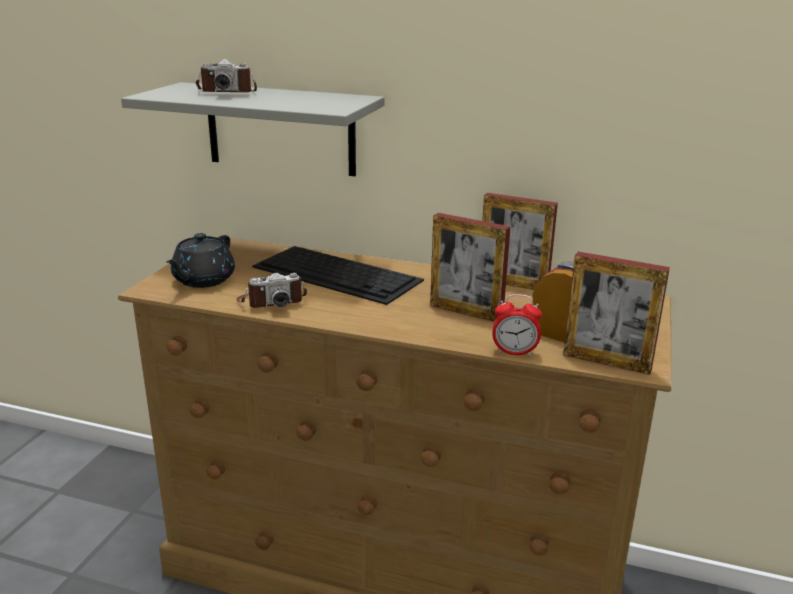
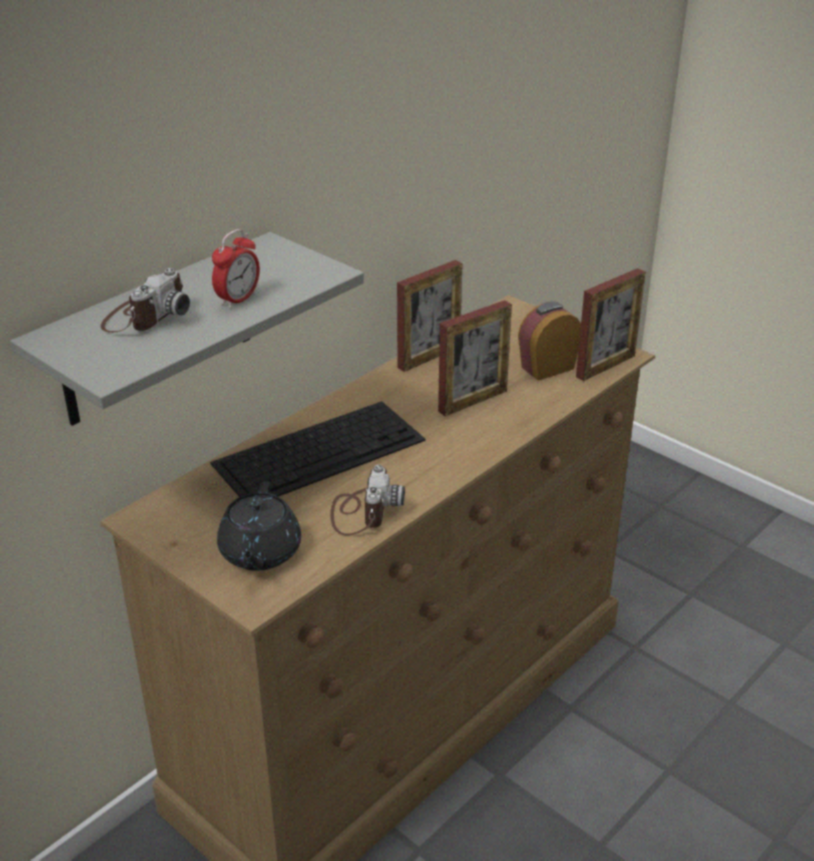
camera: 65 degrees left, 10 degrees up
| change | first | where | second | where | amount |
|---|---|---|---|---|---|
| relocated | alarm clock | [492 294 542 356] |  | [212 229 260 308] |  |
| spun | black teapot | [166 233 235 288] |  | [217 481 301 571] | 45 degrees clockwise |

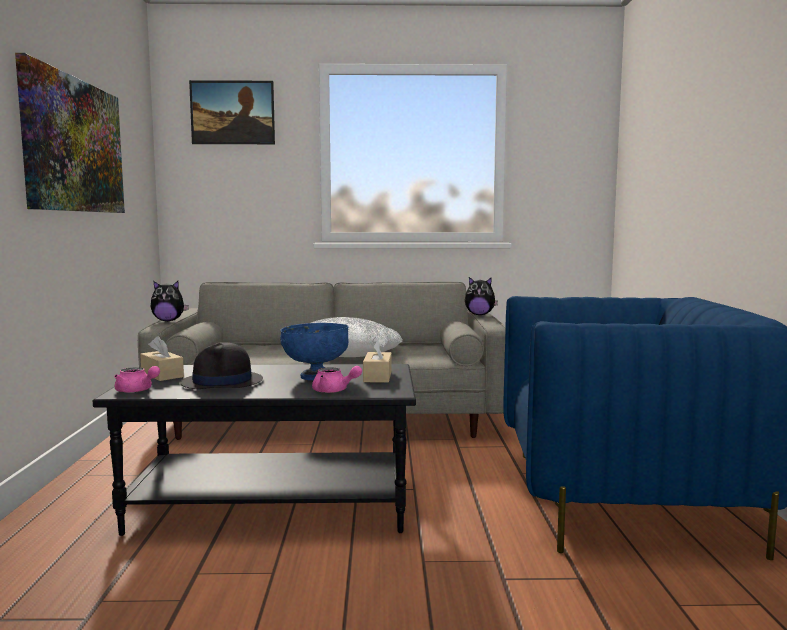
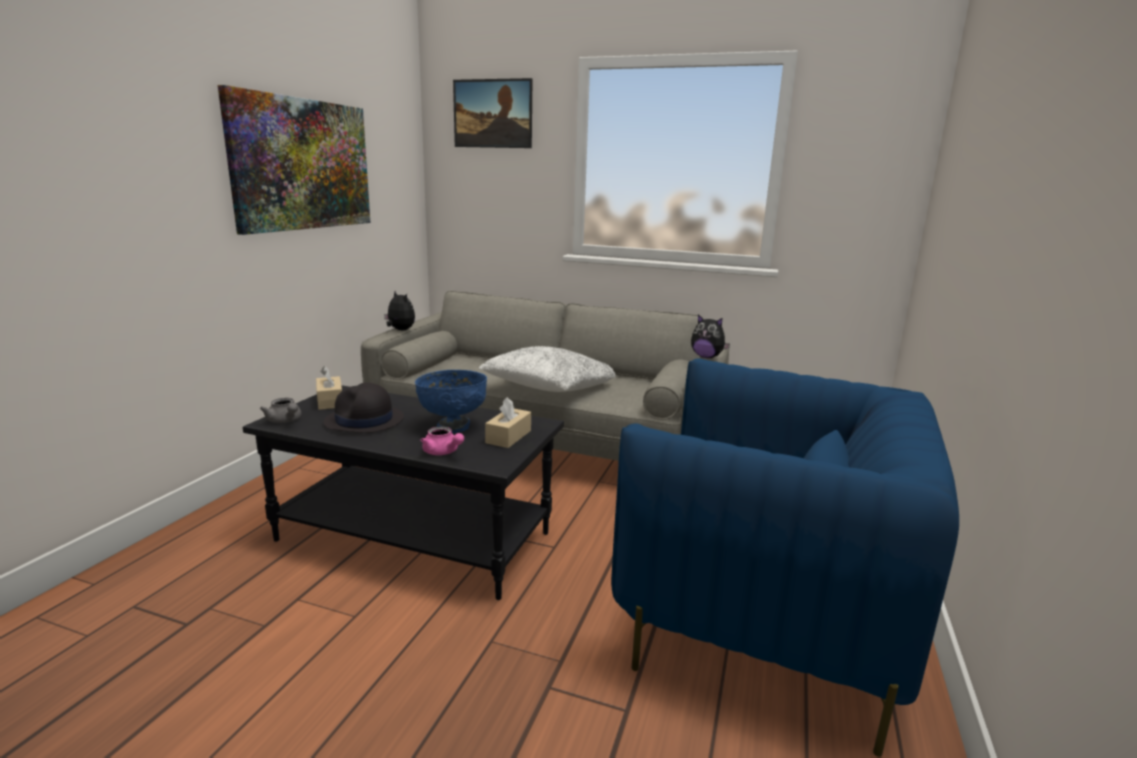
camera: 20 degrees right, 10 degrees up
| change | first | where | second | where | amount |
|---|---|---|---|---|---|
| colour | pink teapot | [114 366 160 393] | grey teapot | [260 398 301 423] |  |
| spun | plush toy | [150 281 189 321] |  | [384 291 415 330] | 150 degrees counterclockwise |

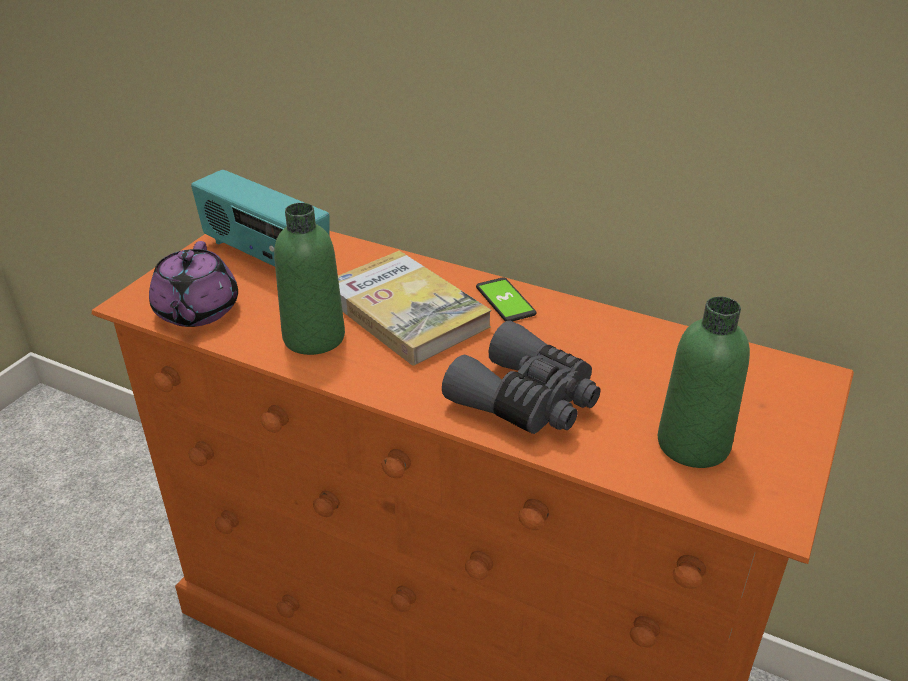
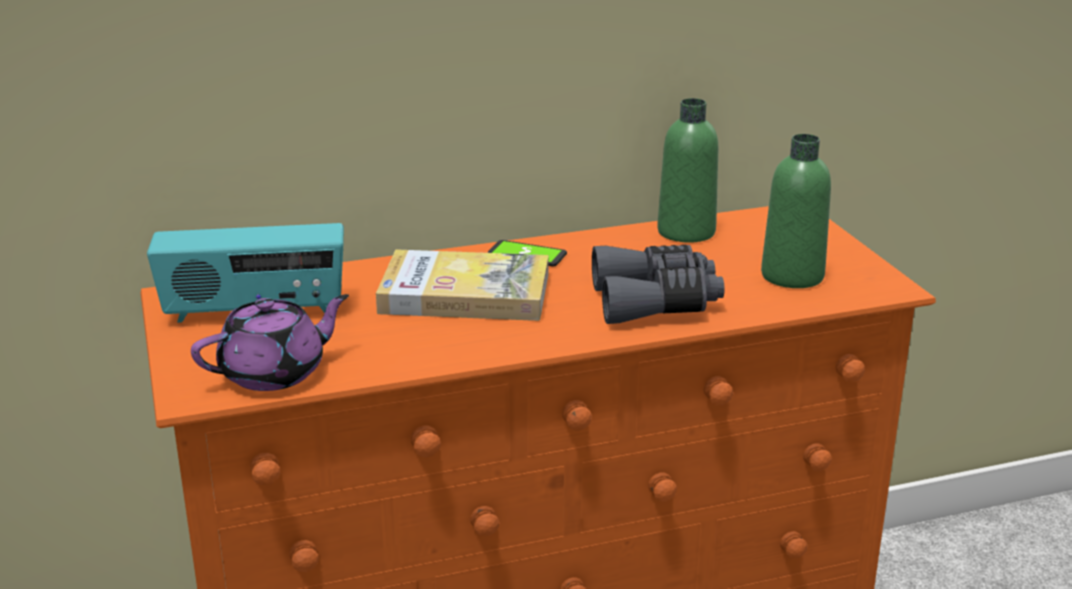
camera: 45 degrees left, 10 degrees down
| change | first | where | second | where | amount |
|---|---|---|---|---|---|
| spun | purple teapot | [149 241 238 327] |  | [191 294 349 391] | 75 degrees counterclockwise |
| relocated | green bottle | [274 203 345 355] |  | [657 98 718 243] |  |

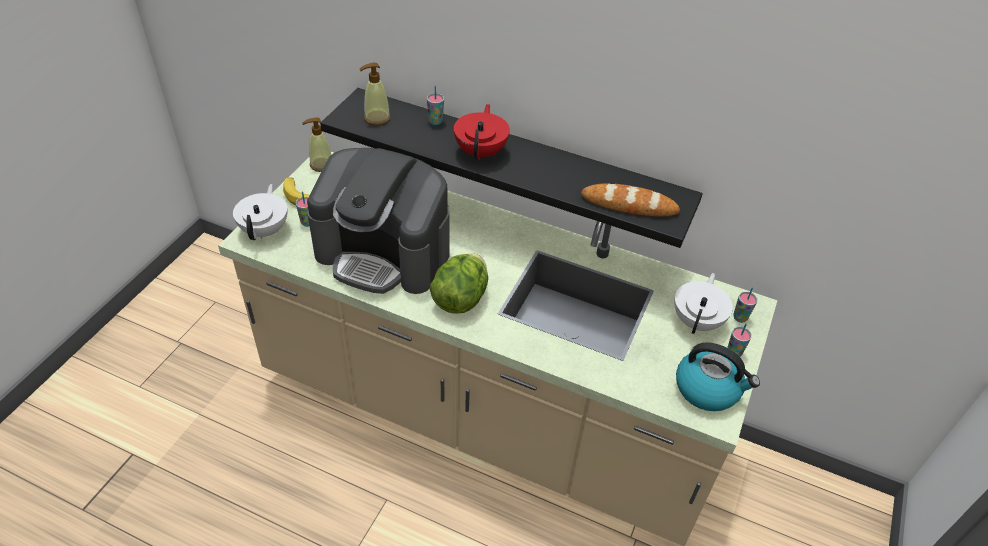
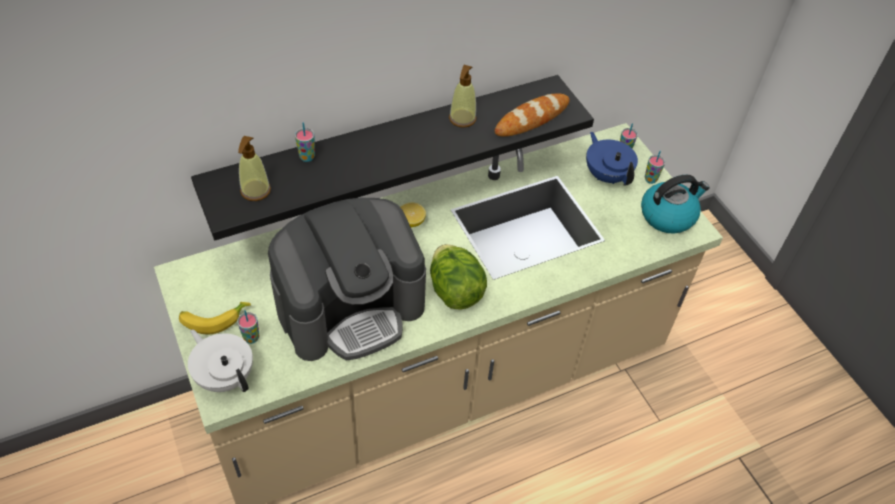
camera: 50 degrees left, 5 degrees up
| change | first | where | second | where | amount |
|---|---|---|---|---|---|
| appeared |  |  | lemon | [400 203 426 227] |  |
| relocated | soap dispenser | [302 117 331 172] |  | [449 65 477 128] |  |
| colour | white teapot | [674 273 733 334] | blue teapot | [586 132 638 186] |  |
| missing | red teapot | [454 104 510 160] |  |  |  |

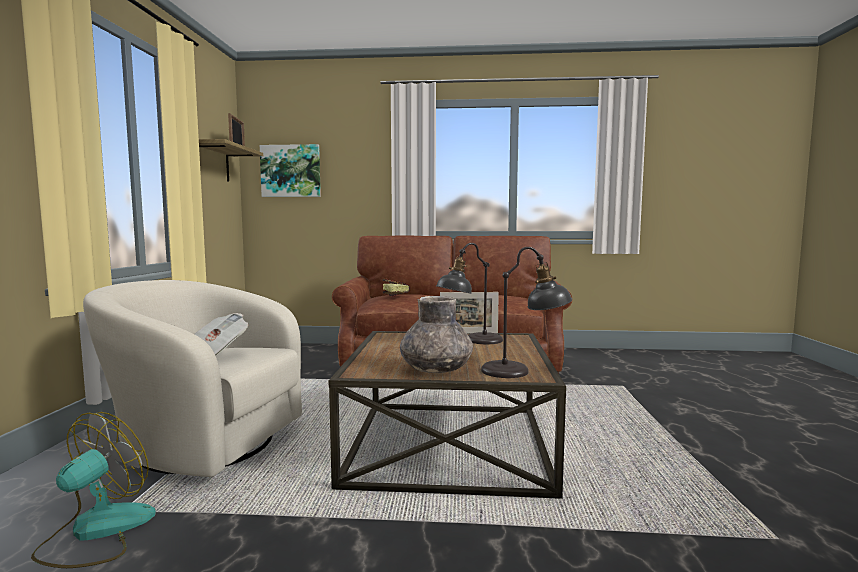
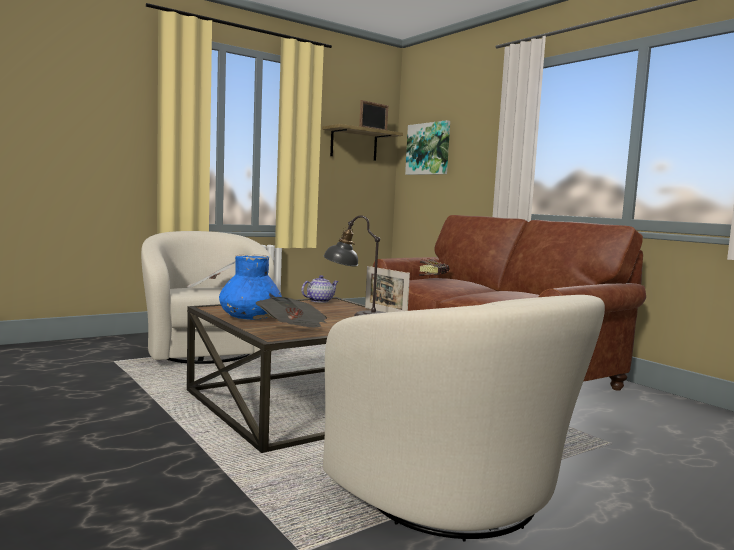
camera: 50 degrees right, 0 degrees up
| change | first | where | second | where | amount |
|---|---|---|---|---|---|
| colour | grey vase | [400 296 473 373] | blue vase | [219 255 282 320] |  |
| exchanged | grey table lamp | [481 247 572 378] | newspaper | [255 297 327 327] |  |
| appeared |  |  | teapot | [301 275 339 303] |  |
| appeared |  |  | beige armchair | [323 295 605 542] |  |
| missing | fan | [31 412 156 568] |  |  |  |

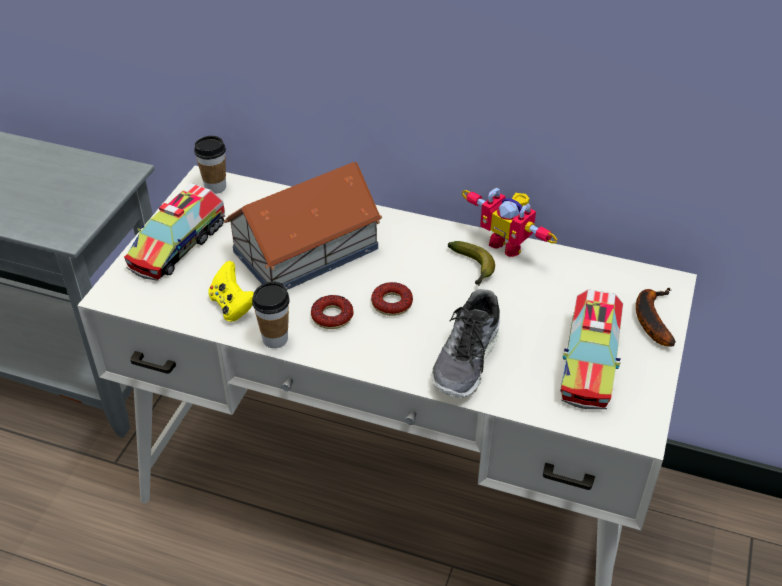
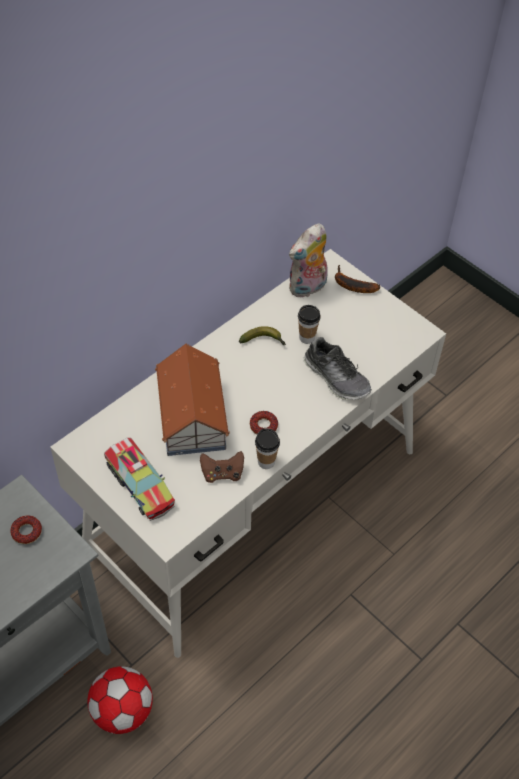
camera: 65 degrees left, 10 degrees up
| change | first | where | second | where | amount |
|---|---|---|---|---|---|
| relocated | donut | [371 282 413 316] |  | [10 515 42 544] |  |
| appeared |  |  | football | [87 666 153 734] |  |
| colour | yellow game controller | [208 261 254 322] | brown game controller | [200 451 244 483] |  |
| appeared |  |  | plush toy | [289 224 328 298] |  |
| relocated | cup | [194 136 226 194] |  | [298 305 321 344] |  |
| missing | toy robot | [462 188 557 257] |  |  |  |
| missing | toy truck | [560 289 623 409] |  |  |  |

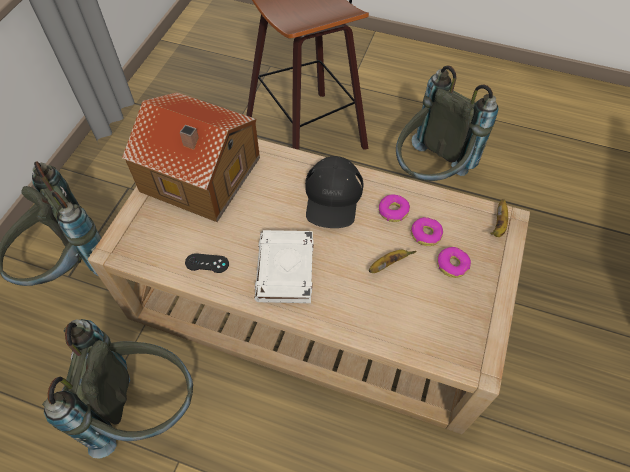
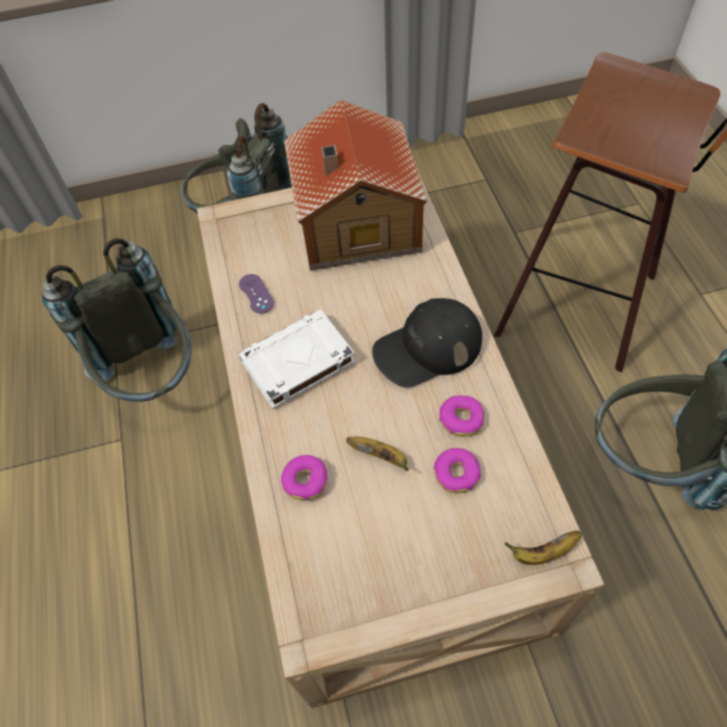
camera: 60 degrees right, 0 degrees up
| change | first | where | second | where | amount |
|---|---|---|---|---|---|
| colour | black game controller | [185 253 229 273] | purple game controller | [239 274 274 314] |  |
| relocated | donut | [437 247 471 278] |  | [281 455 327 500] |  |

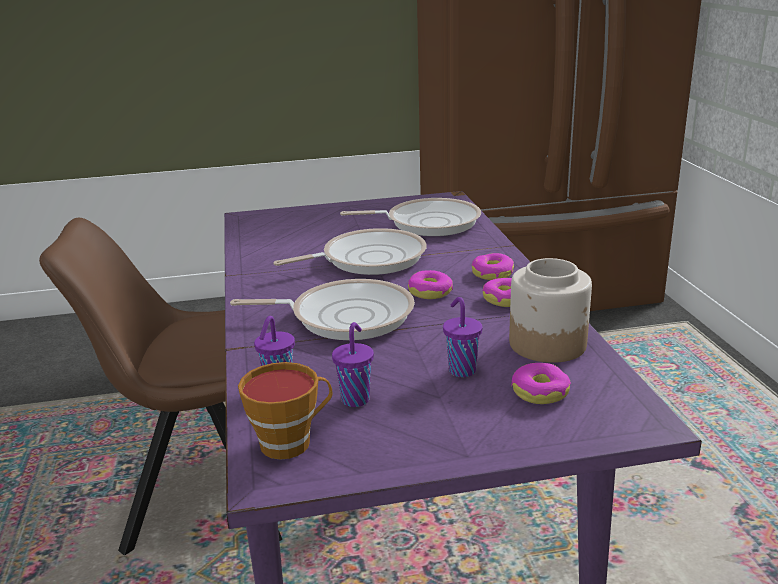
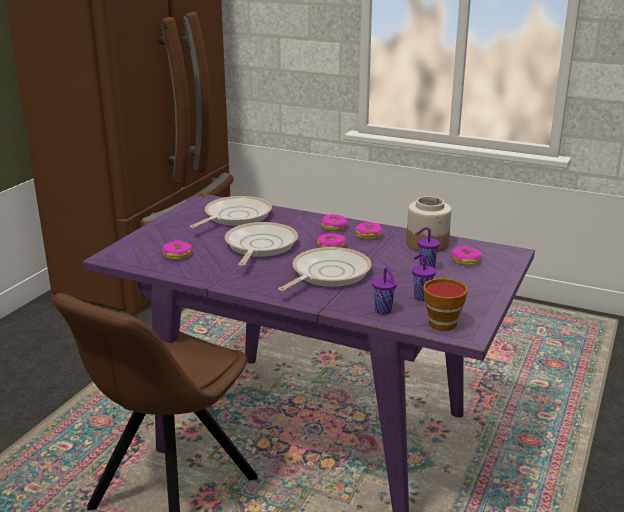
camera: 55 degrees left, 0 degrees up
| change | first | where | second | where | amount |
|---|---|---|---|---|---|
| appeared |  |  | donut | [162 241 192 260] |  |

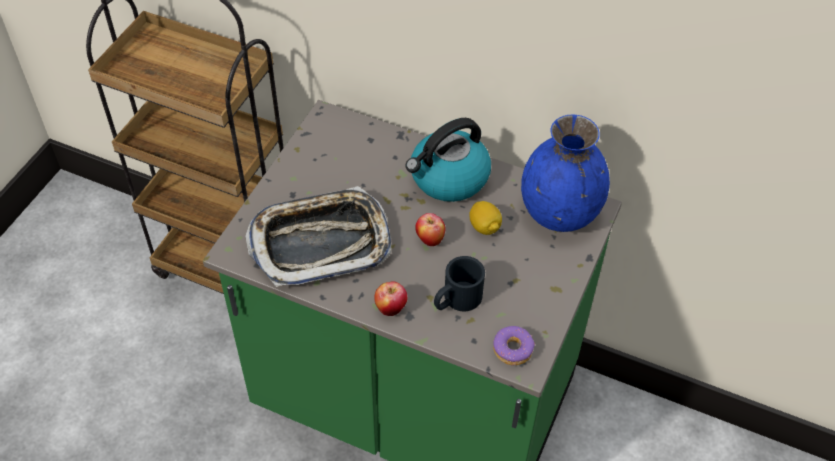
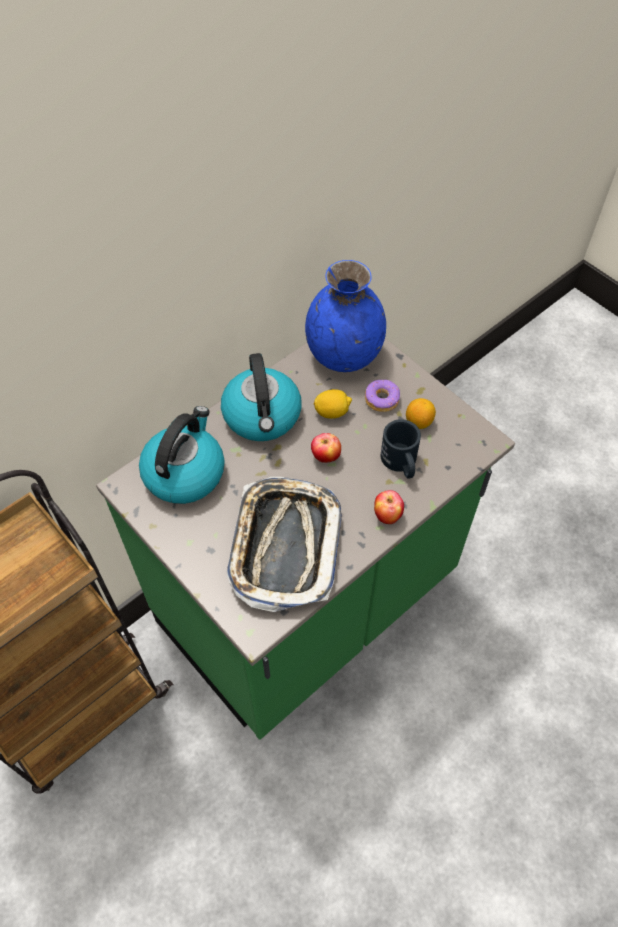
camera: 65 degrees left, 5 degrees up
| change | first | where | second | where | amount |
|---|---|---|---|---|---|
| appeared |  |  | kettle | [139 406 225 504] |  |
| relocated | donut | [493 326 535 366] |  | [365 380 400 412] |  |
| appeared |  |  | lemon | [406 398 436 429] |  |

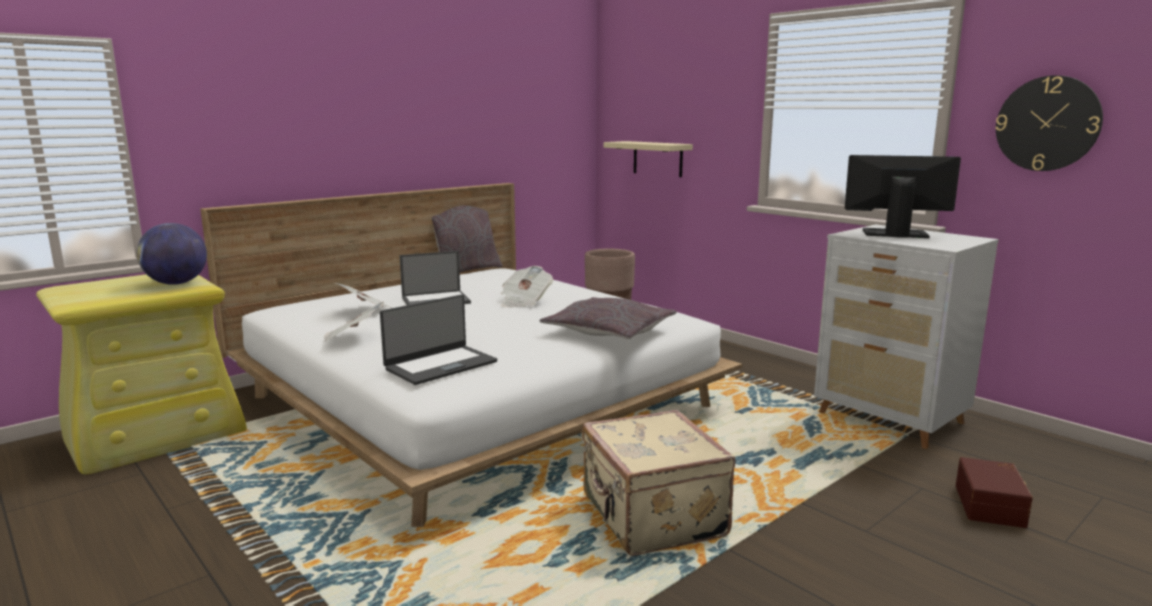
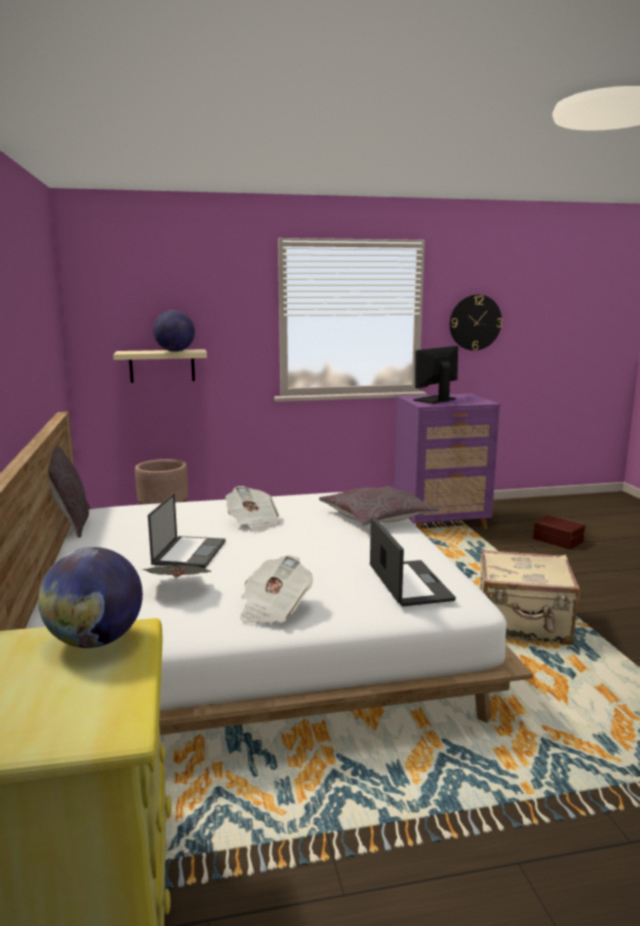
camera: 60 degrees left, 0 degrees up
| change | first | where | second | where | amount |
|---|---|---|---|---|---|
| appeared |  |  | globe | [153 310 195 352] |  |
| colour | white dresser | [814 224 999 449] | purple dresser | [394 394 500 529] |  |

